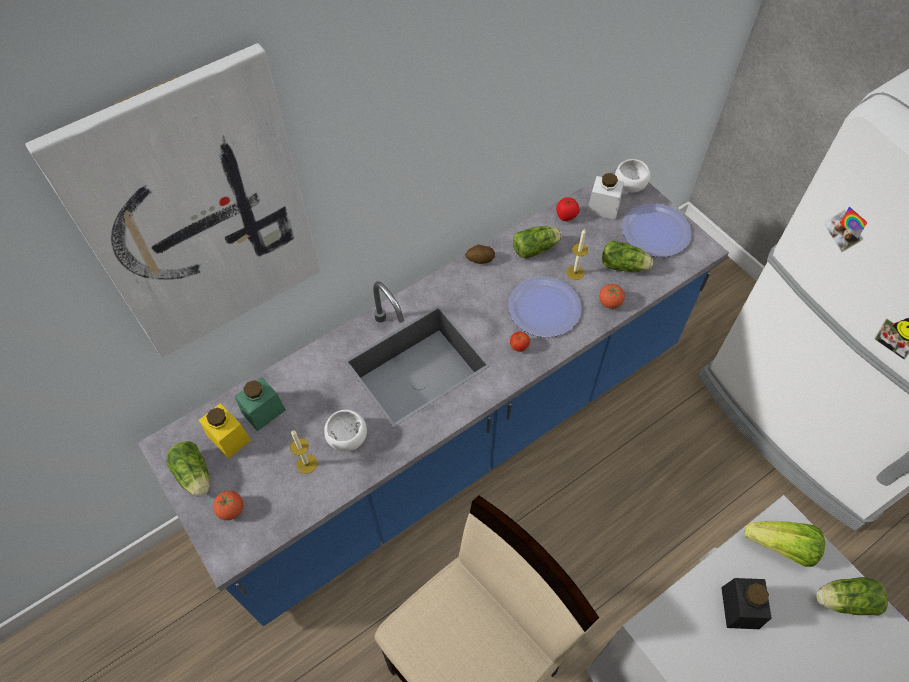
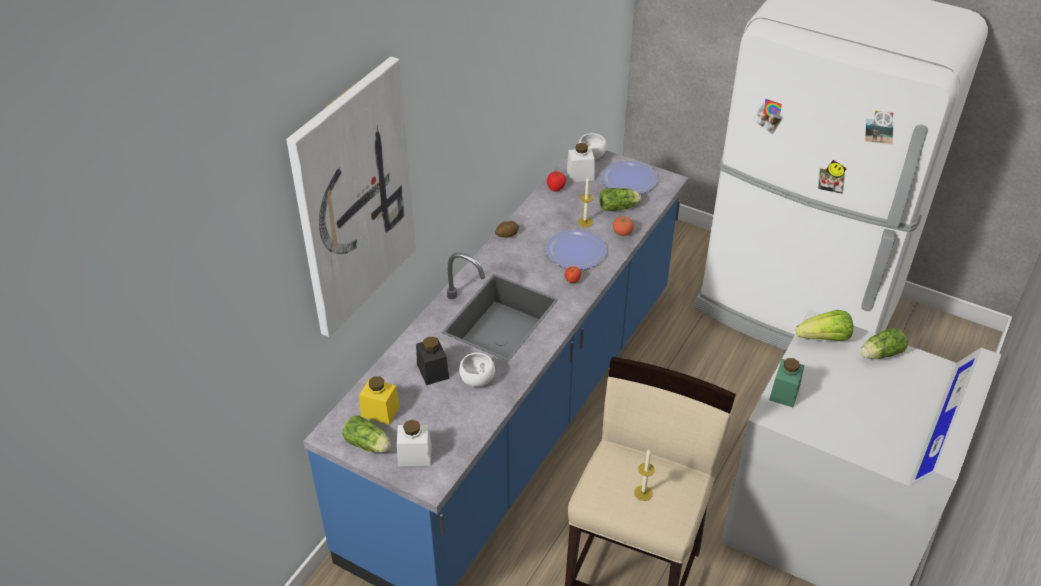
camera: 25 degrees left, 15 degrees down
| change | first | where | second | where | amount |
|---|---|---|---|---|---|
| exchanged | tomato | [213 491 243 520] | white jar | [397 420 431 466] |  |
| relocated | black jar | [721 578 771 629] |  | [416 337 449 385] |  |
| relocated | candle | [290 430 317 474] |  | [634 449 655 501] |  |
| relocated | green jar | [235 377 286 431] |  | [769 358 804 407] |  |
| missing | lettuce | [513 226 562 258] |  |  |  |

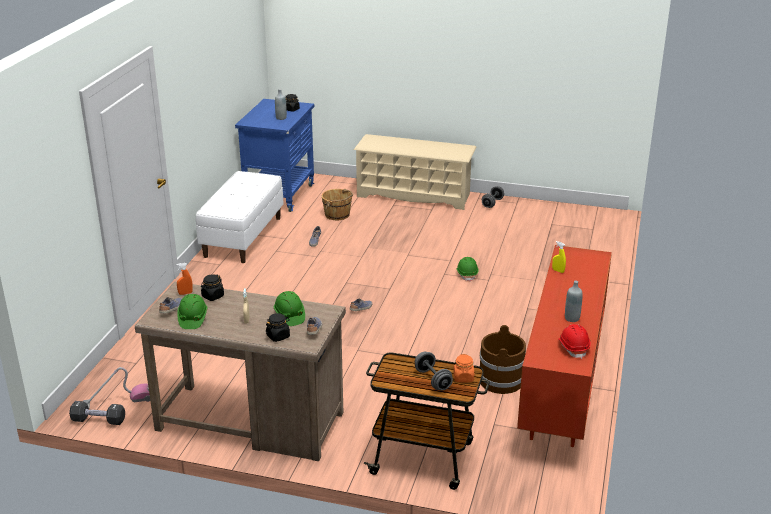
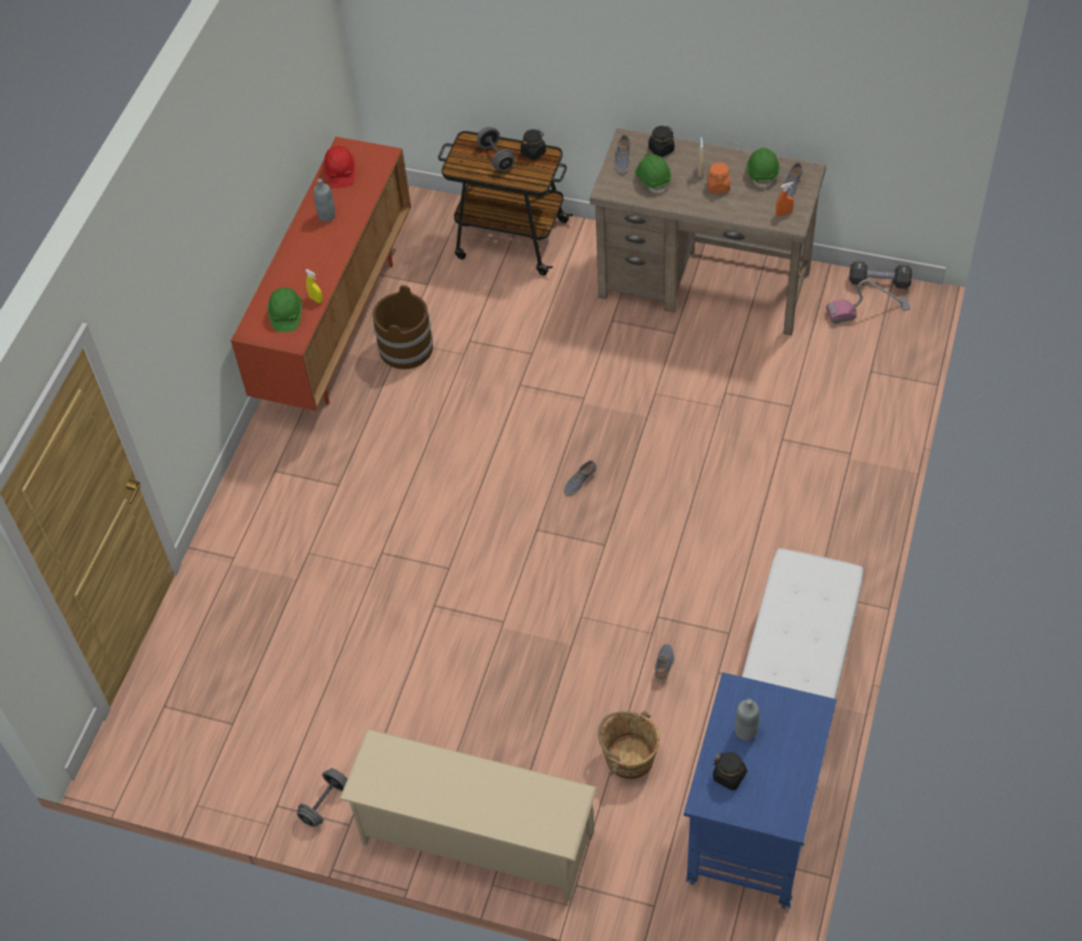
camera: 175 degrees left, 25 degrees up
| change | first | where | second | where | amount |
|---|---|---|---|---|---|
| relocated | green hard hat | [457 257 479 282] |  | [268 288 302 332] |  |
| relocated | black jar | [201 275 224 301] |  | [521 129 546 160] |  |
| relocated | orange jar | [453 354 474 383] |  | [707 162 730 193] |  |

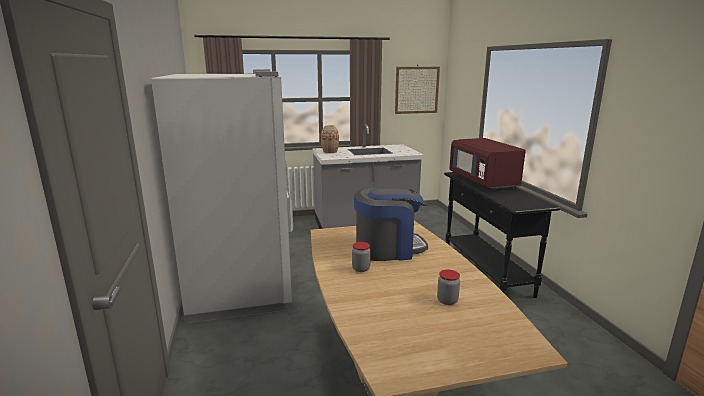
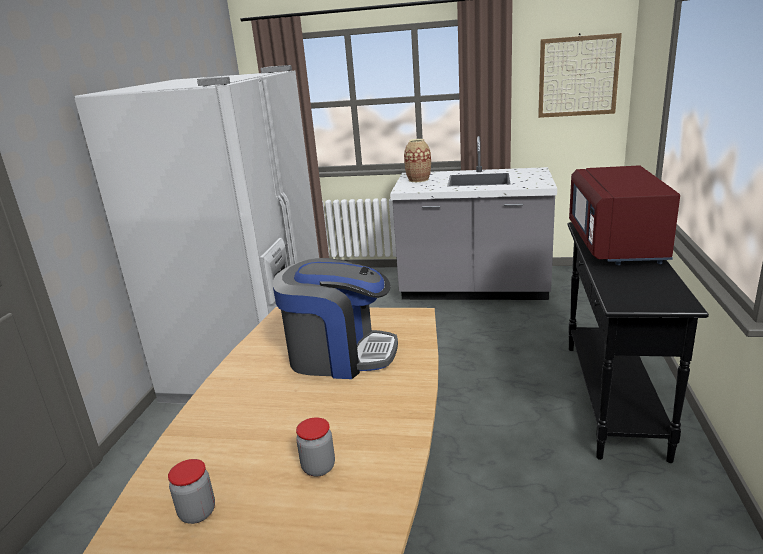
camera: 25 degrees right, 5 degrees up
| change | first | where | second | where | amount |
|---|---|---|---|---|---|
| relocated | jar | [352 242 371 272] |  | [168 459 215 524] |  |

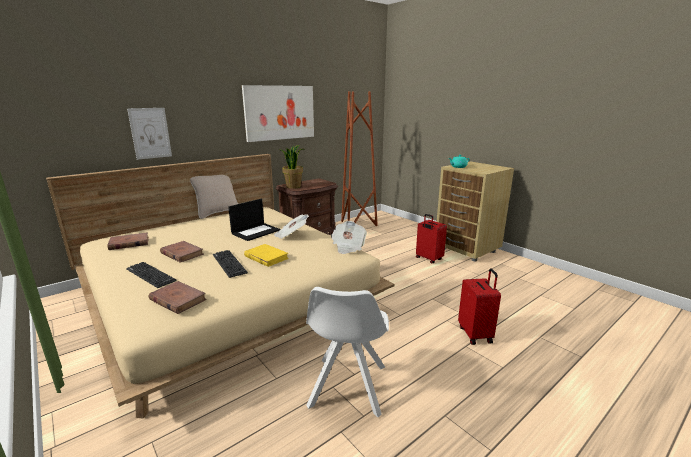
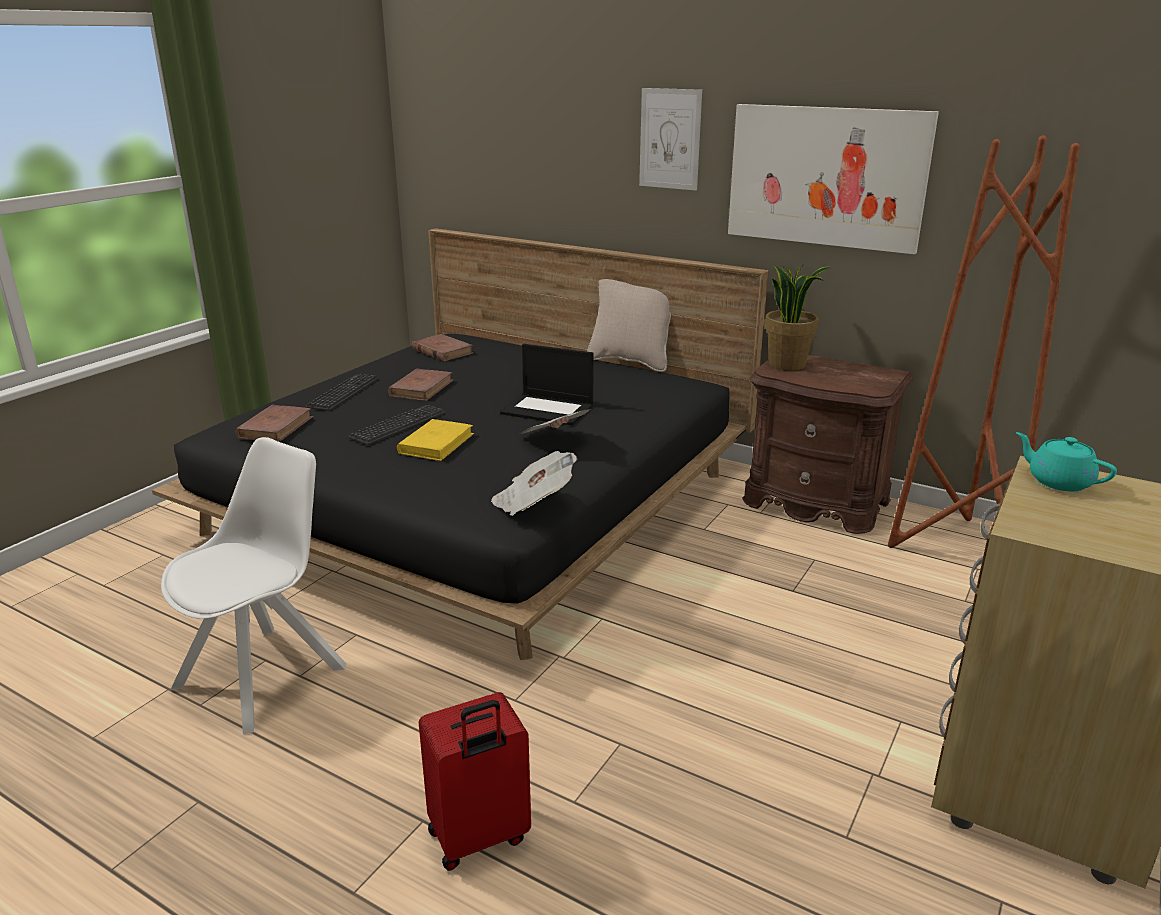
camera: 70 degrees right, 5 degrees up
| change | first | where | second | where | amount |
|---|---|---|---|---|---|
| colour | beige bed | [46 154 394 419] | black bed | [152 228 768 660] |  |
| spun | white chair | [306 287 389 417] |  | [161 437 346 734] | 135 degrees clockwise |
| relocated | picture | [127 108 172 160] |  | [639 88 702 190] |  |
| missing | red suitcase | [416 214 447 264] |  |  |  |

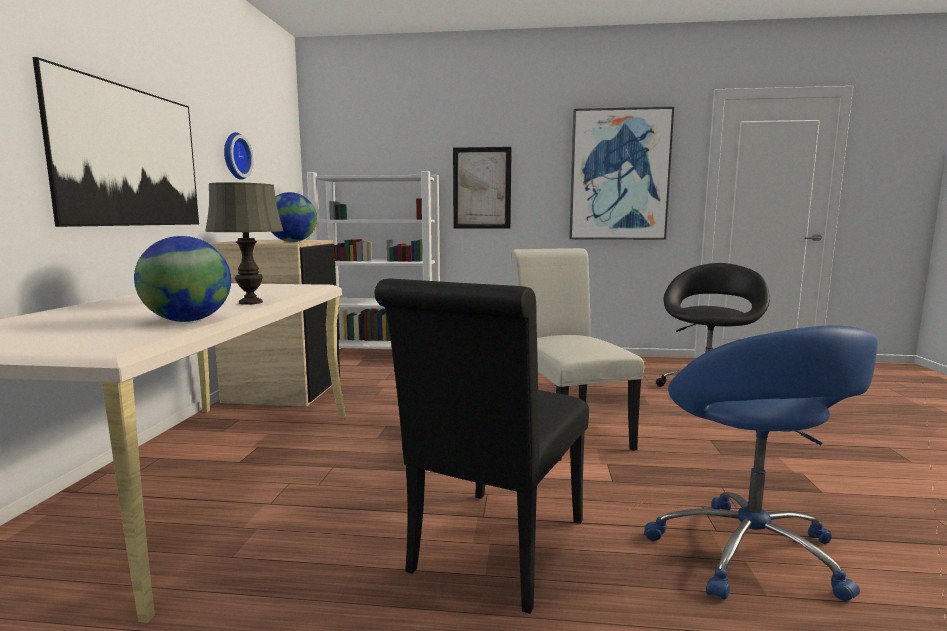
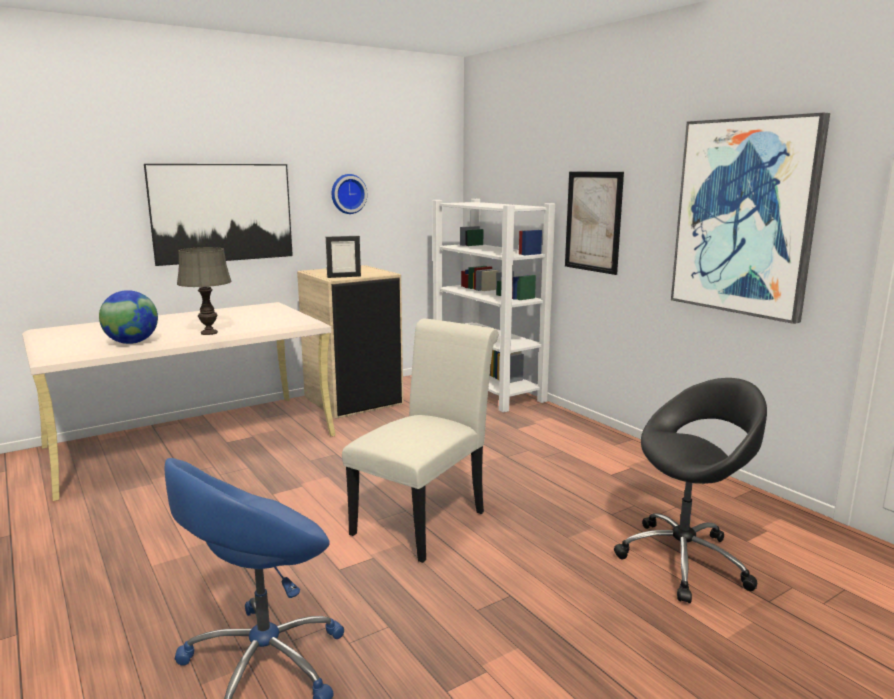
camera: 50 degrees right, 5 degrees up
| change | first | where | second | where | amount |
|---|---|---|---|---|---|
| exchanged | globe | [272 192 317 242] | picture frame | [326 236 361 278] |  |
| missing | black chair | [374 279 589 614] |  |  |  |

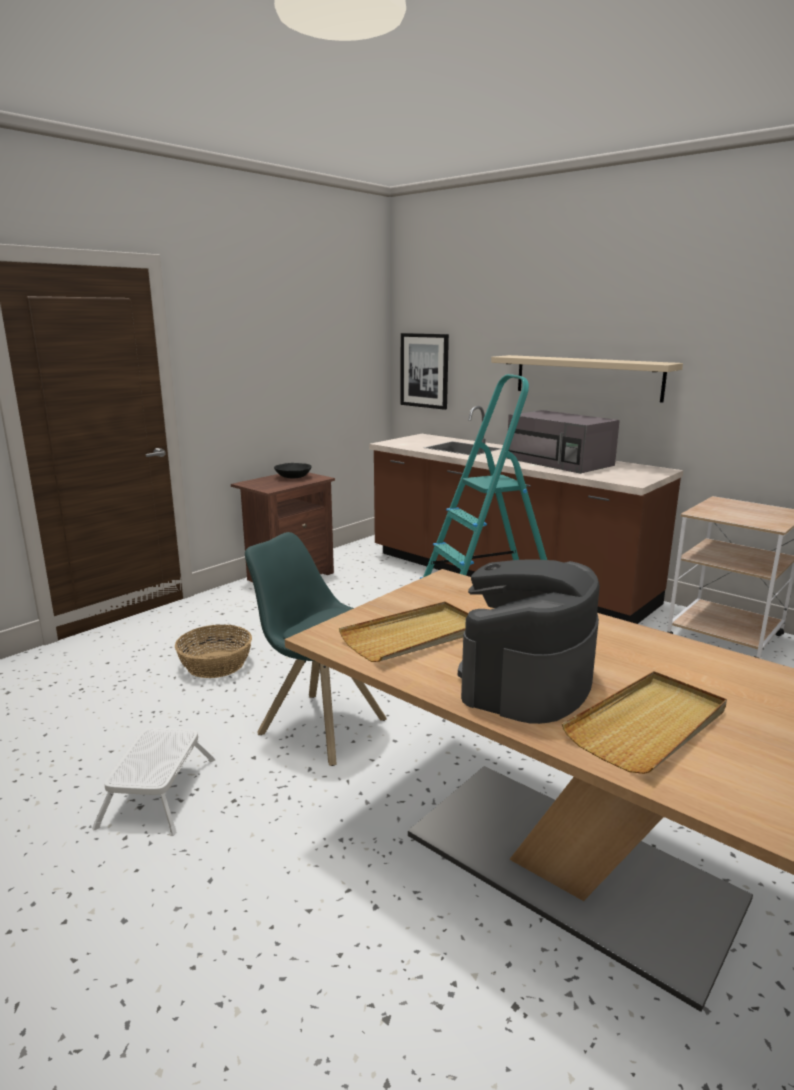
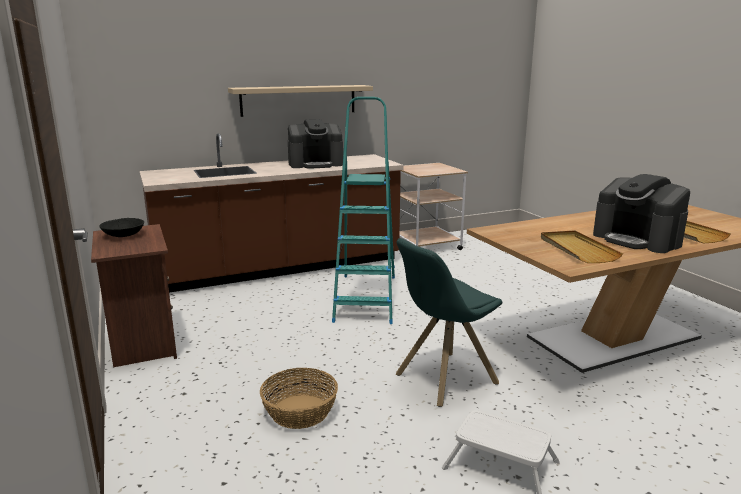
camera: 65 degrees left, 0 degrees up
| change | first | where | second | where | amount |
|---|---|---|---|---|---|
| exchanged | grey microwave | [506 410 620 474] | coffee machine | [288 119 343 169] |  |
| missing | picture | [401 333 449 410] |  |  |  |

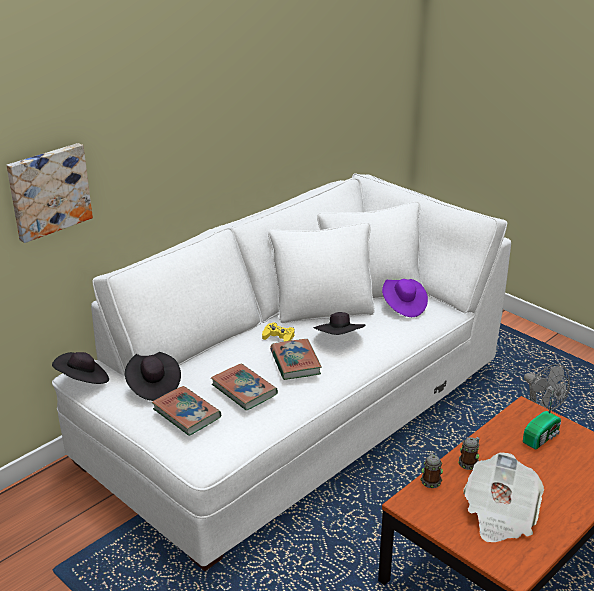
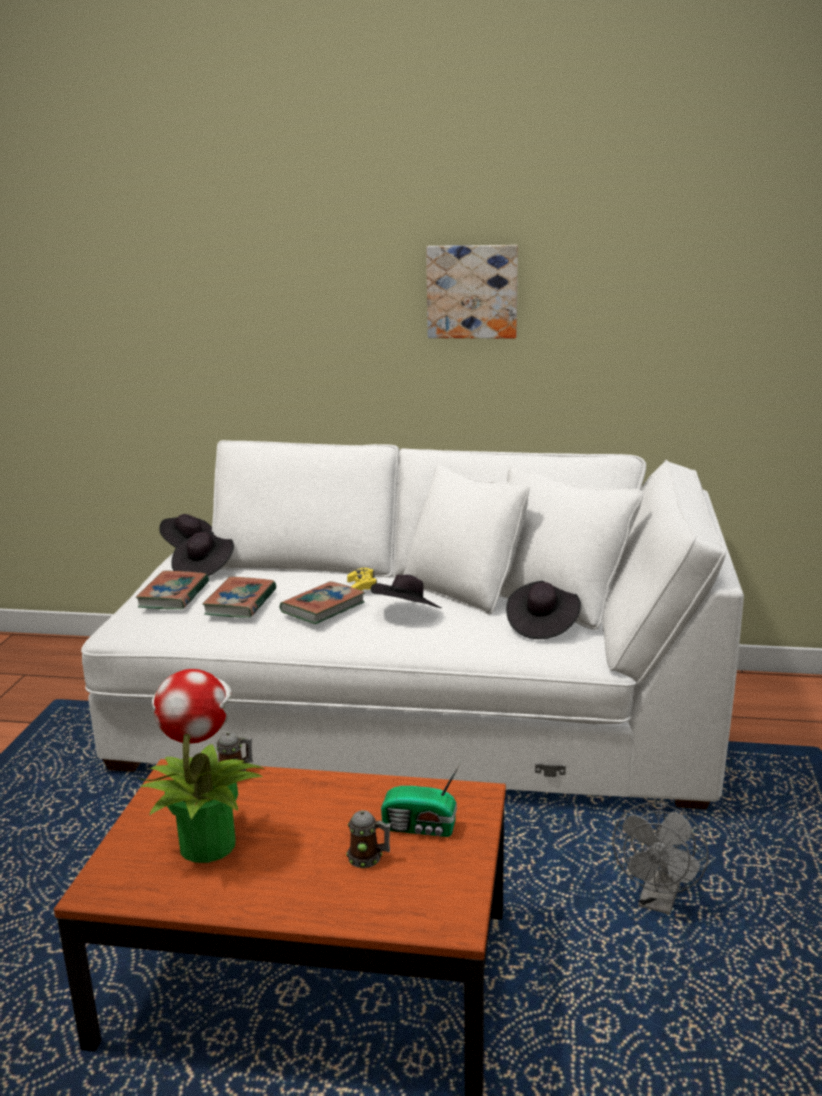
camera: 55 degrees right, 10 degrees down
| change | first | where | second | where | amount |
|---|---|---|---|---|---|
| exchanged | newspaper | [463 452 544 542] | potted plant | [139 669 264 863] |  |
| relocated | mug | [458 437 480 470] |  | [346 810 391 868] |  |
| relocated | picture | [6 143 93 243] |  | [426 245 518 338] |  |
| colour | purple hat | [382 279 428 317] | black hat | [506 581 581 639] |  |

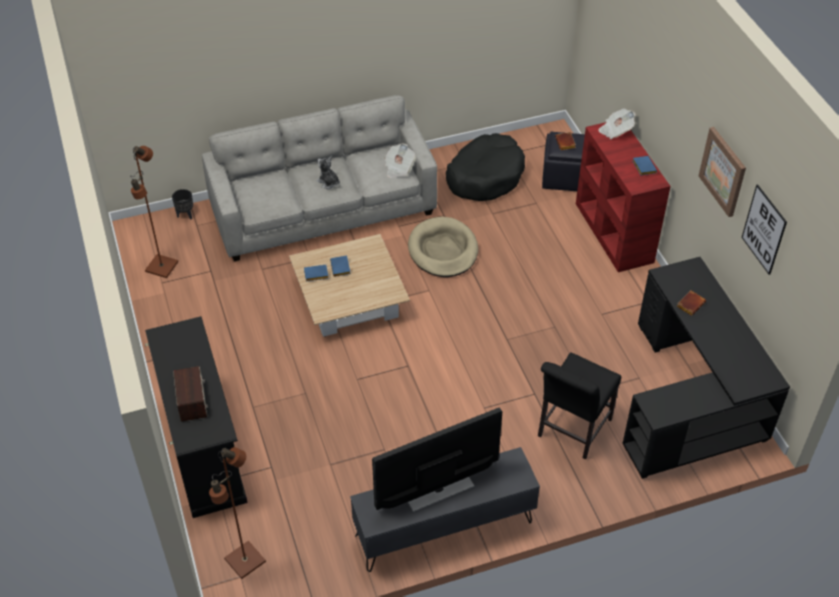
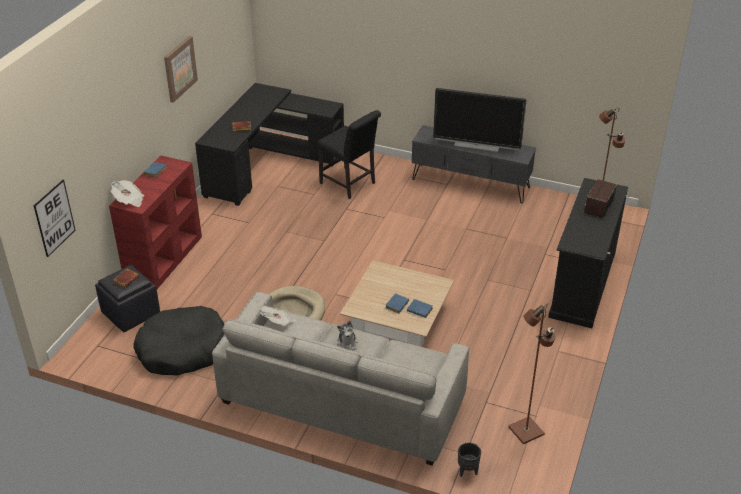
camera: 140 degrees left, 10 degrees down
| change | first | where | second | where | amount |
|---|---|---|---|---|---|
| relocated | picture | [742 185 787 275] |  | [34 180 75 257] |  |
| spun | black chair | [538 352 621 460] |  | [318 110 381 199] | 60 degrees clockwise |

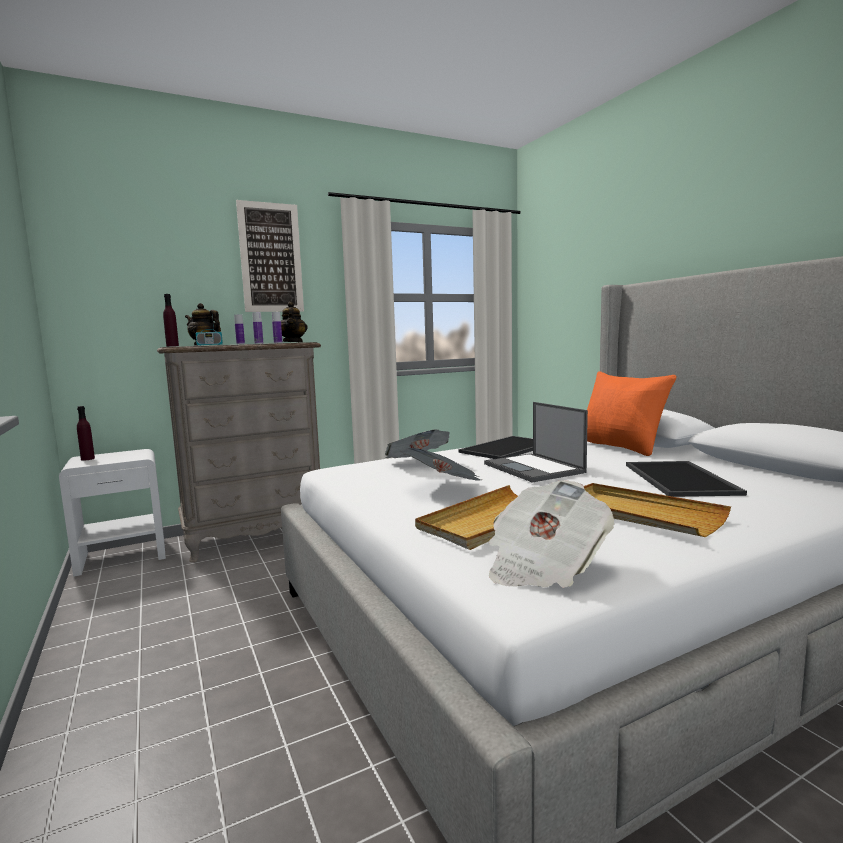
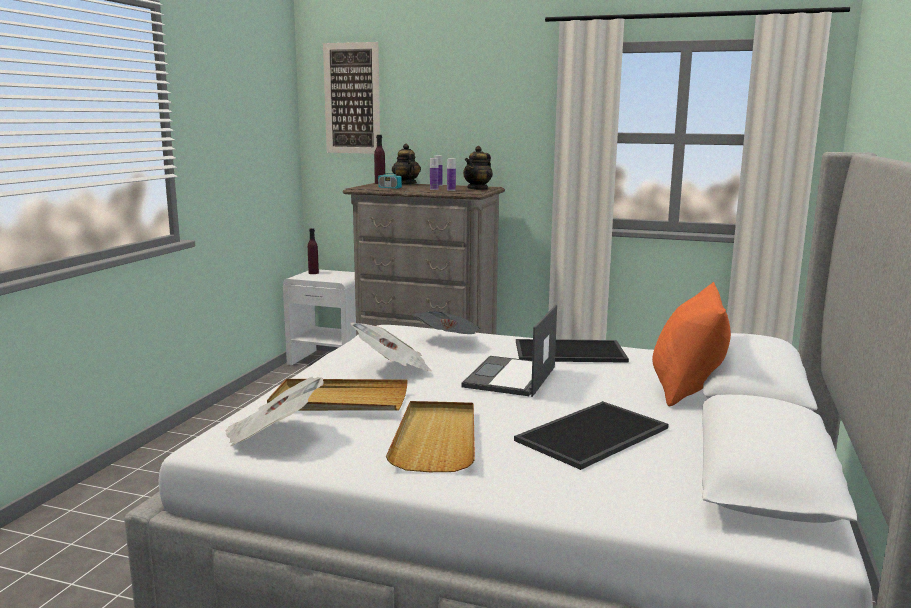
camera: 45 degrees right, 5 degrees up
| change | first | where | second | where | amount |
|---|---|---|---|---|---|
| relocated | picture | [236 200 304 312] |  | [323 42 380 154] |  |

